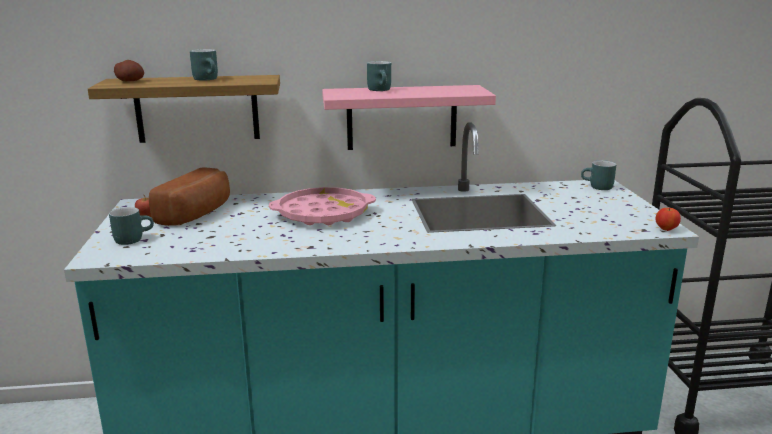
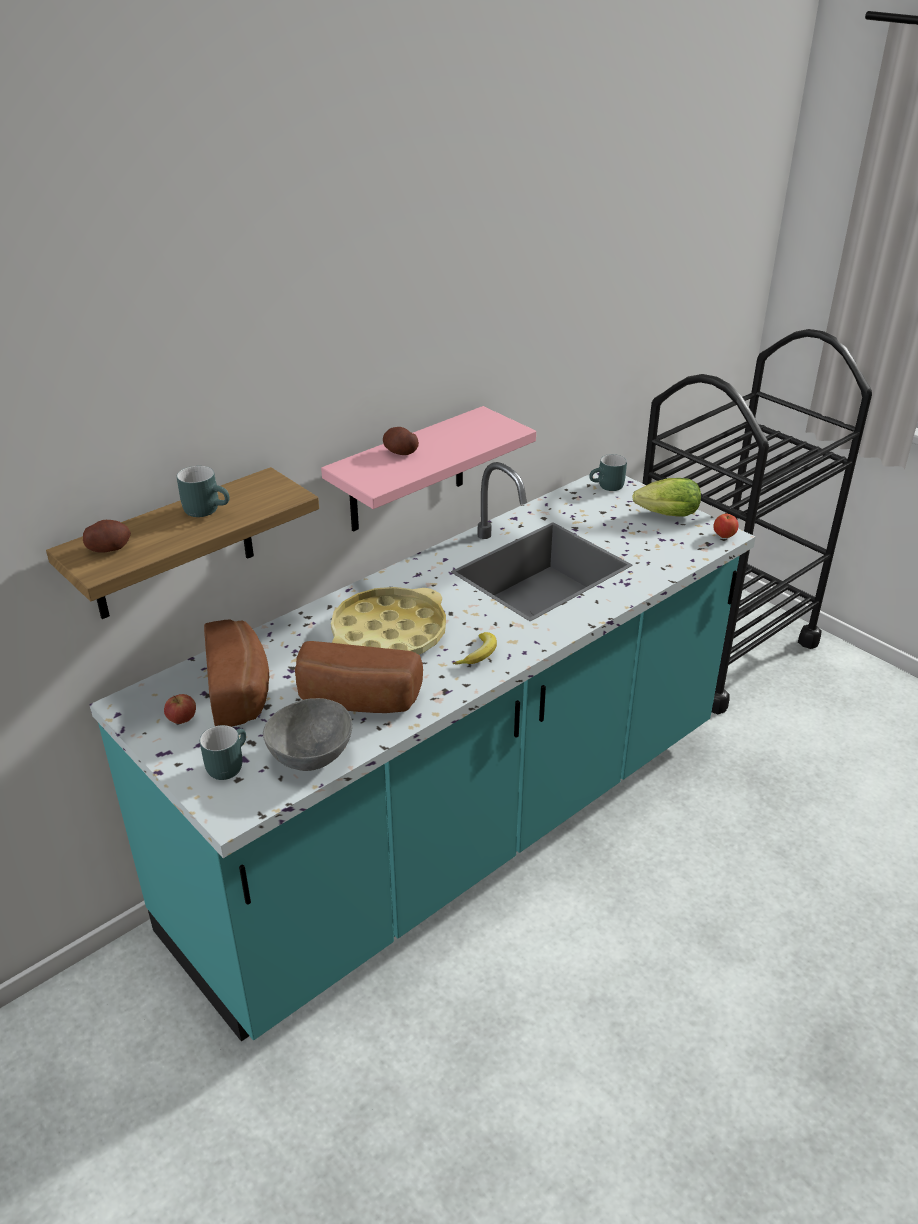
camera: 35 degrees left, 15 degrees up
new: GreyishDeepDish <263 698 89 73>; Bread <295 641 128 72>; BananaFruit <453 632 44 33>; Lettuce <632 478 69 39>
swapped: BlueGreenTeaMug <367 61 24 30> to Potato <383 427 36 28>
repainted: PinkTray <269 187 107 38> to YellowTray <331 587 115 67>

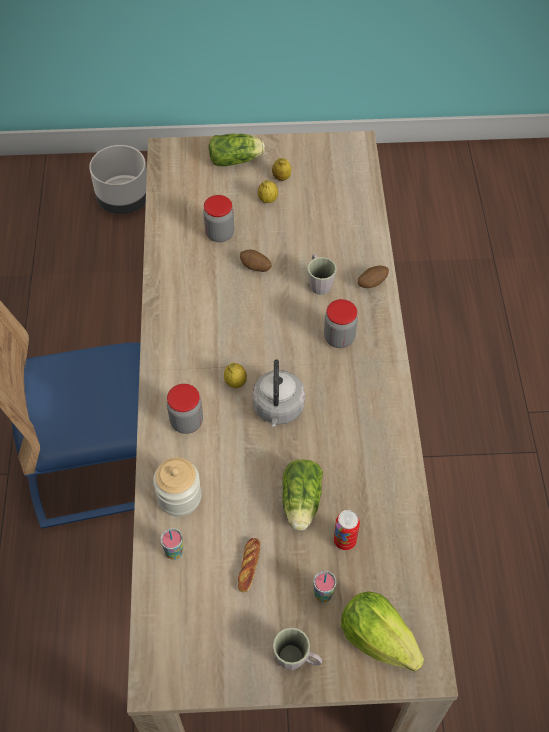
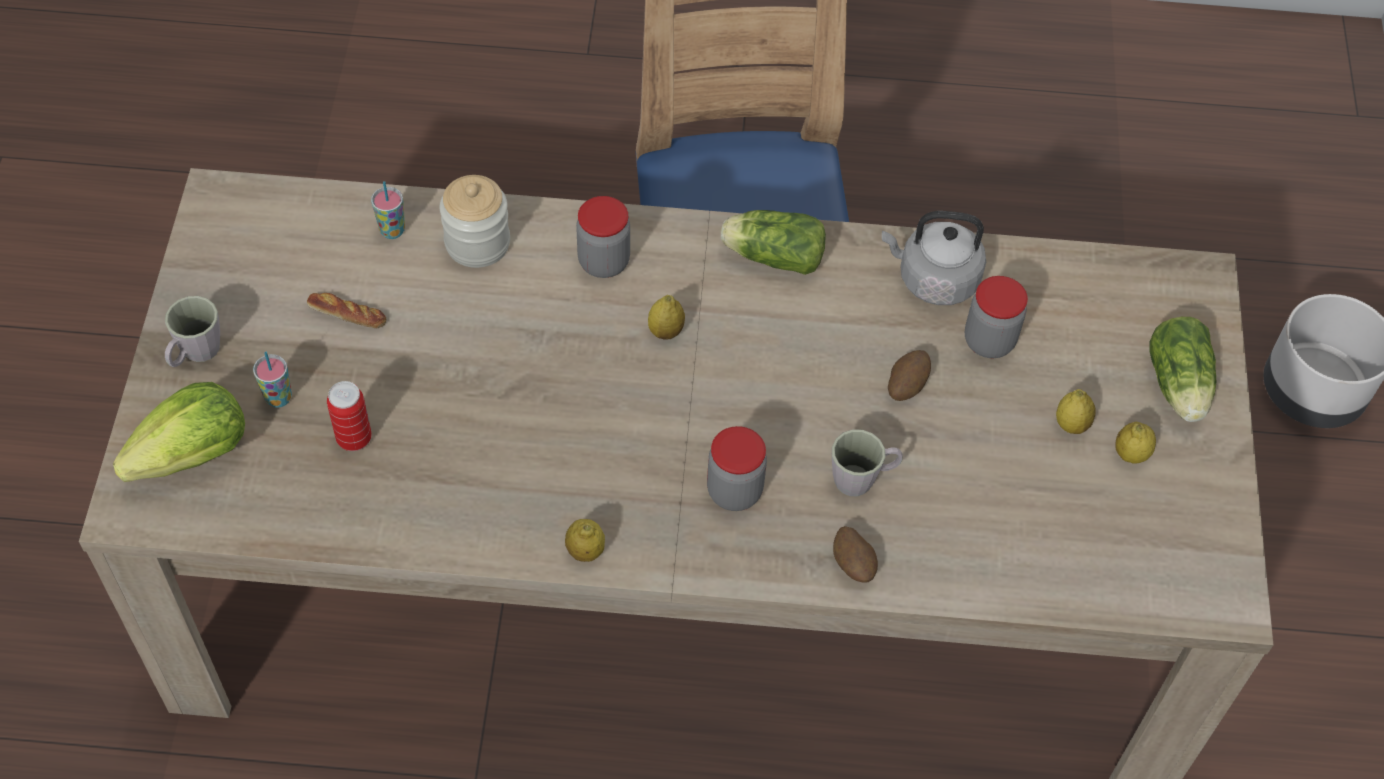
camera: 95 degrees right, 0 degrees up
new: Lemon <565 519 40 43>
shifted: GreyishTeaKettle <252 360 53 67> to <882 211 104 94>; Lettuce <283 459 40 72> to <721 210 105 65>

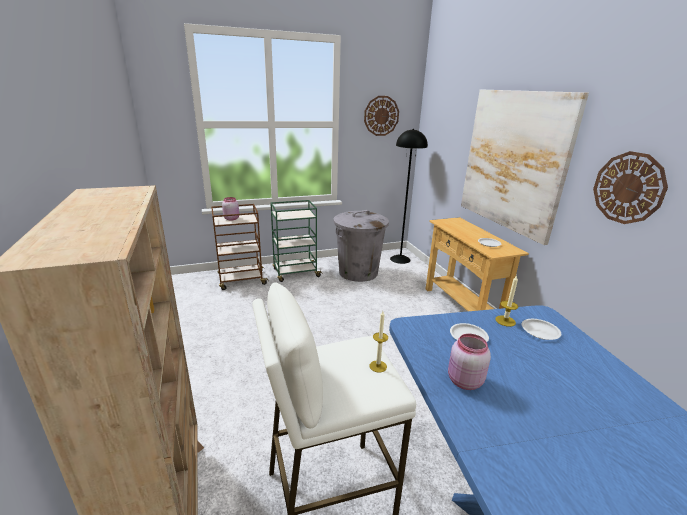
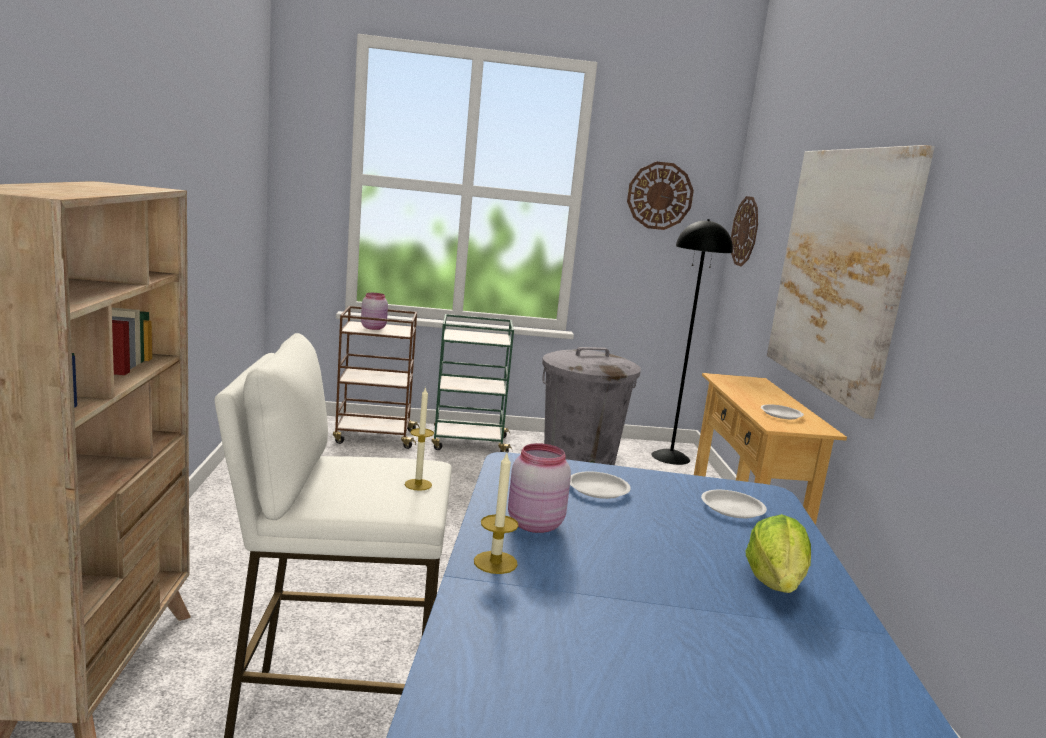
camera: 15 degrees right, 10 degrees down
new: Lettuce <746 514 65 79>
shifted: WaxLight <495 275 23 52> to <474 453 45 121>; HangingClock <593 151 75 73> to <731 196 27 71>

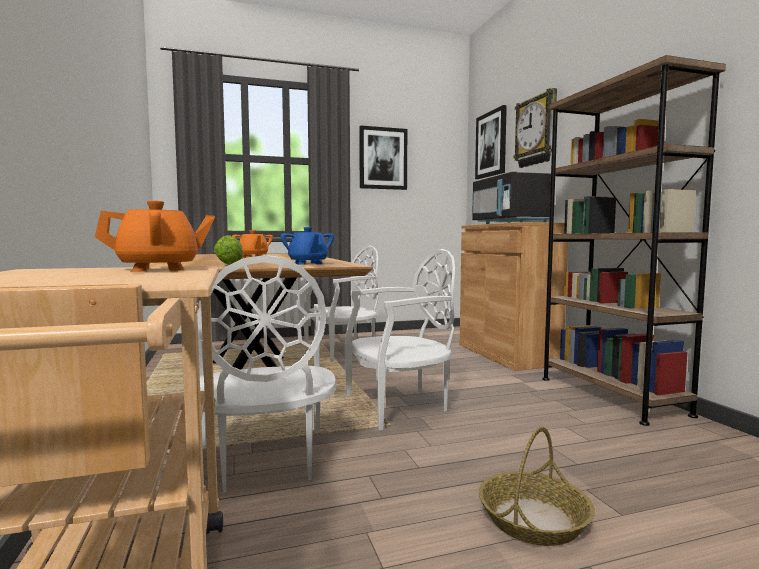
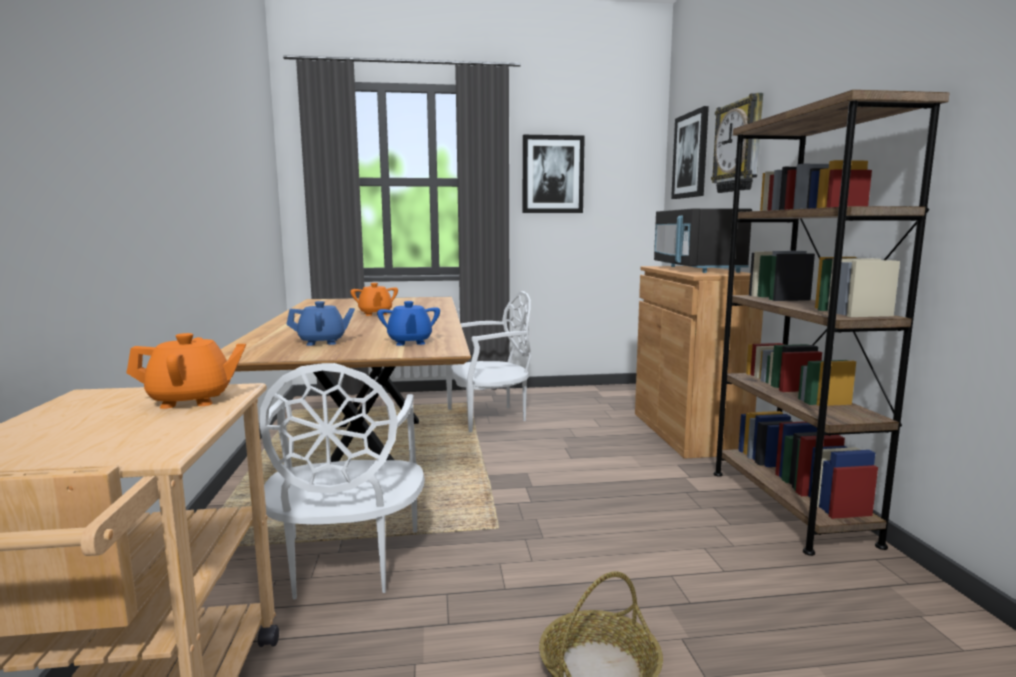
camera: 10 degrees right, 5 degrees up
gone: WhitishPlainChair <344 249 111 181>
swapped: Lettuce <214 235 29 30> to BluishPotForTea <286 301 69 45>

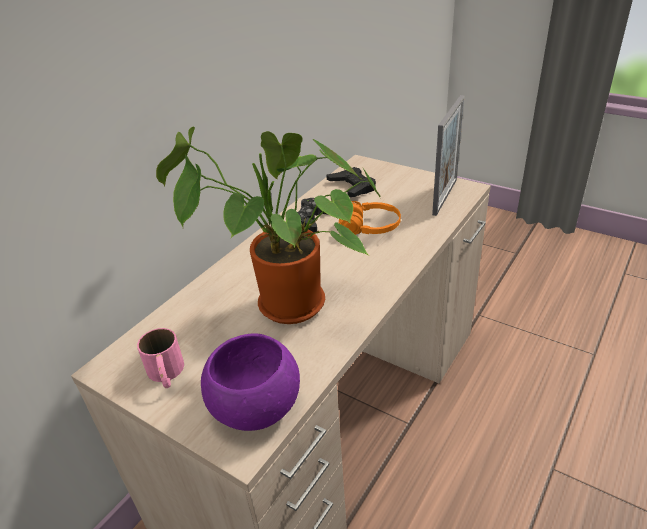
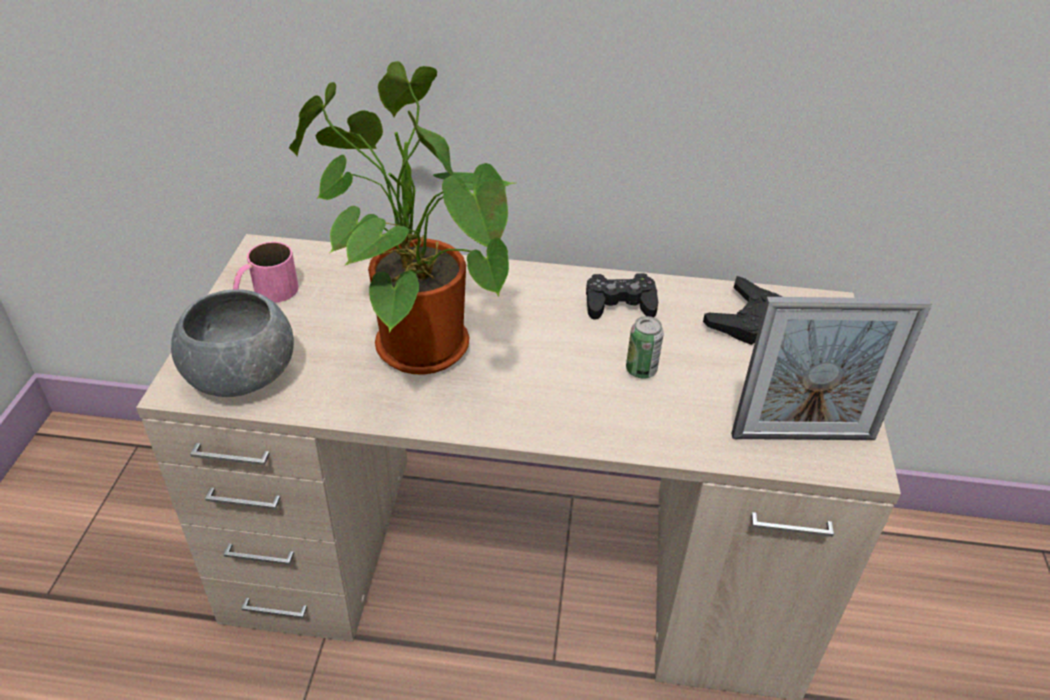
camera: 60 degrees right, 5 degrees up
swapped: OrangeHeadset <339 201 62 34> to SealedCan <626 316 38 63>
repainted: PurpleColouredDeepDish <201 333 99 98> to GreyishDeepDish <171 289 123 108>

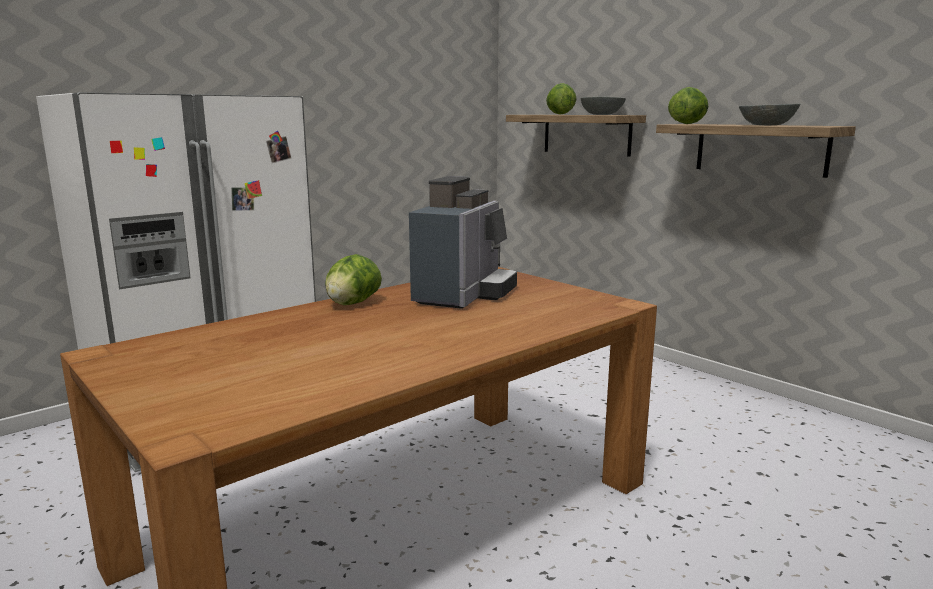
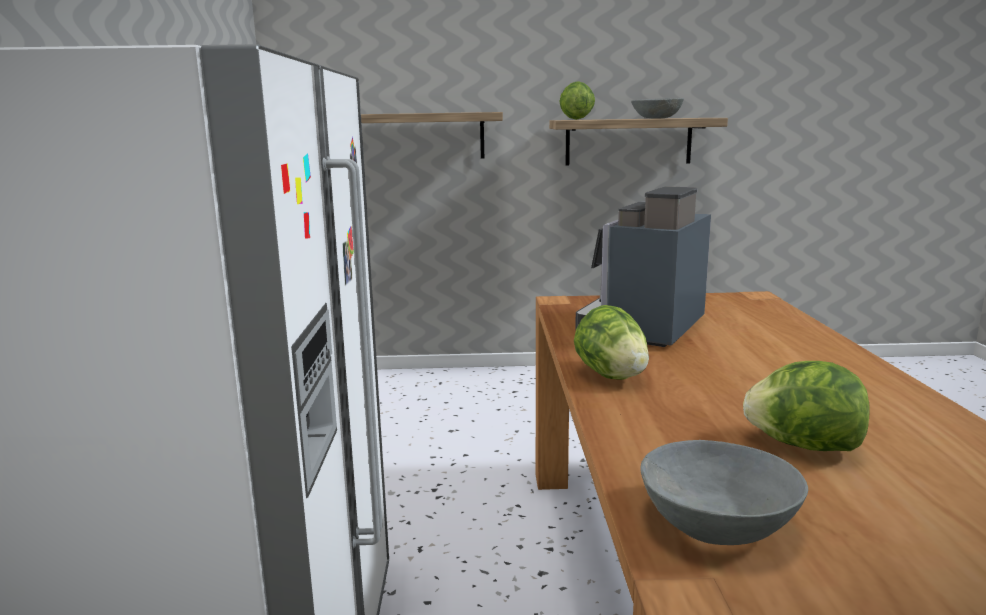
camera: 50 degrees left, 0 degrees up
shifted: Lettuce <546 83 30 32> to <743 361 127 90>; GreyishDeepDish <581 97 45 18> to <640 440 168 105>
rotated: CoffeeBrewer <409 176 108 133> = <575 186 136 161> 120 degrees counterclockwise

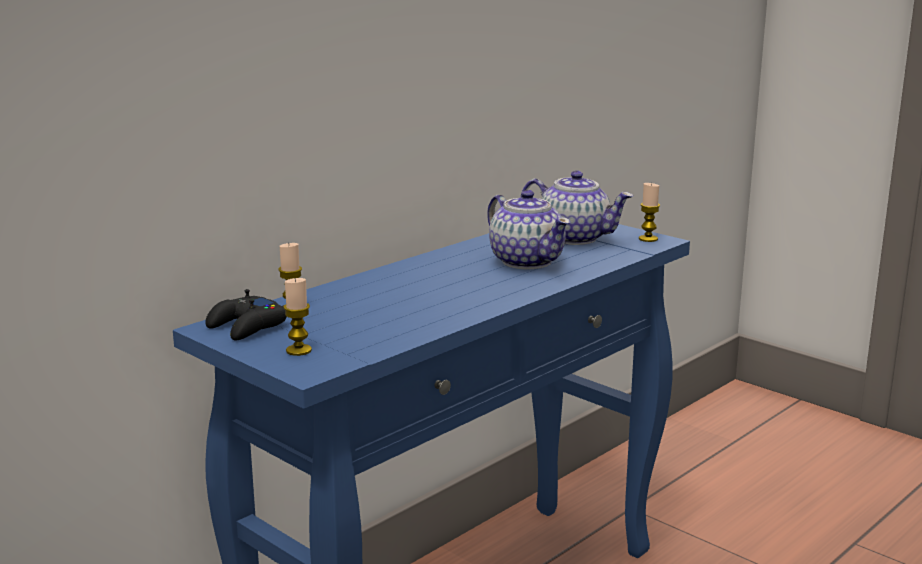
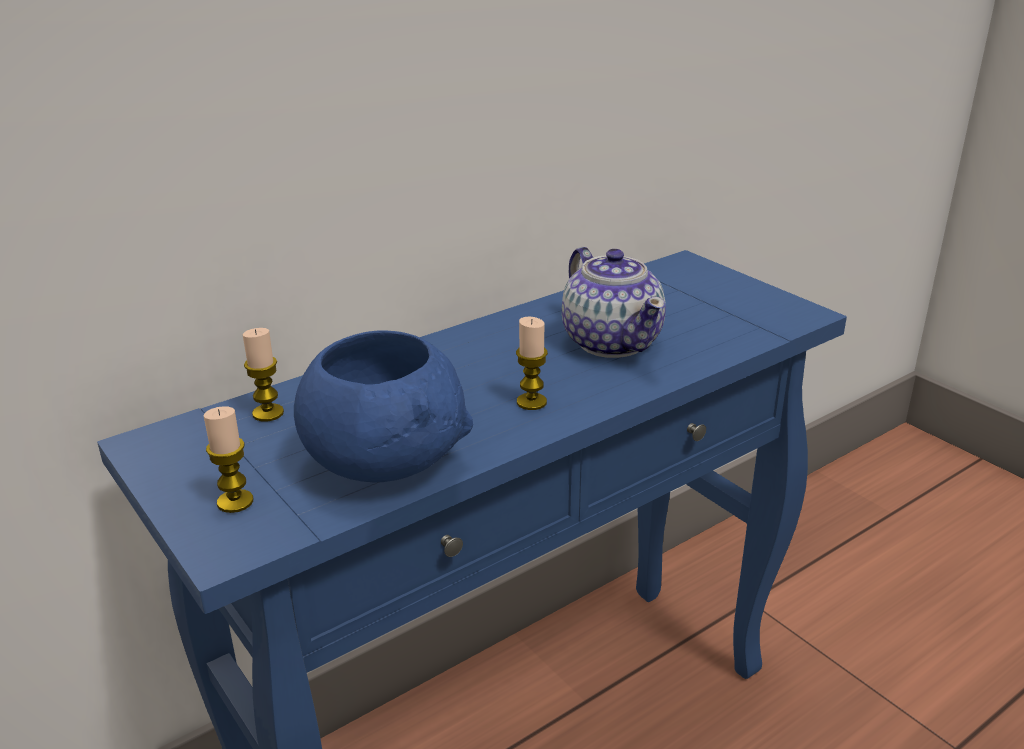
camera: 10 degrees right, 10 degrees up
gone: BlackishGamepad <205 289 82 51>; PotForTea <520 171 114 74>
new: BluishDeepDish <294 330 179 152>
shifted: WaxLight <639 183 21 59> to <516 317 32 93>

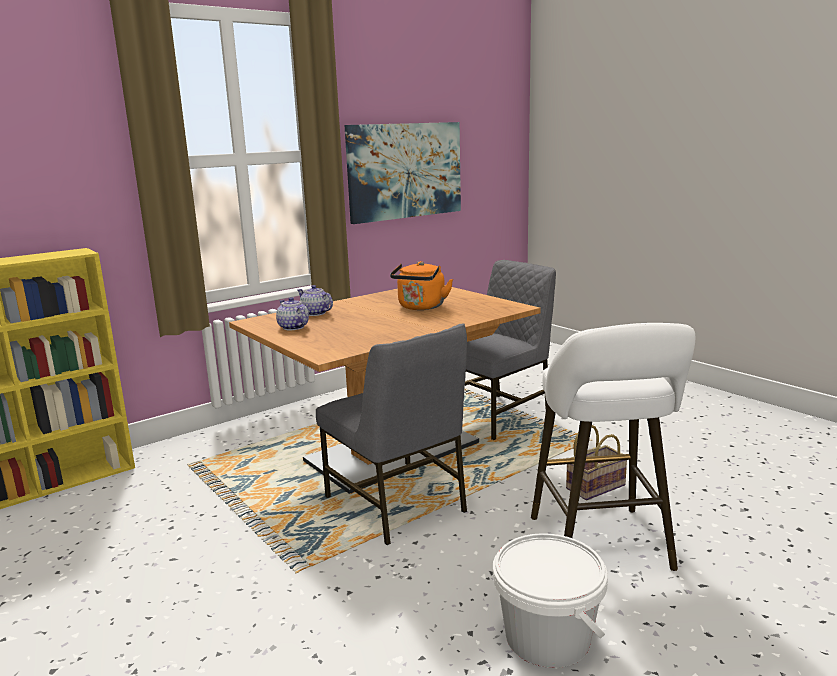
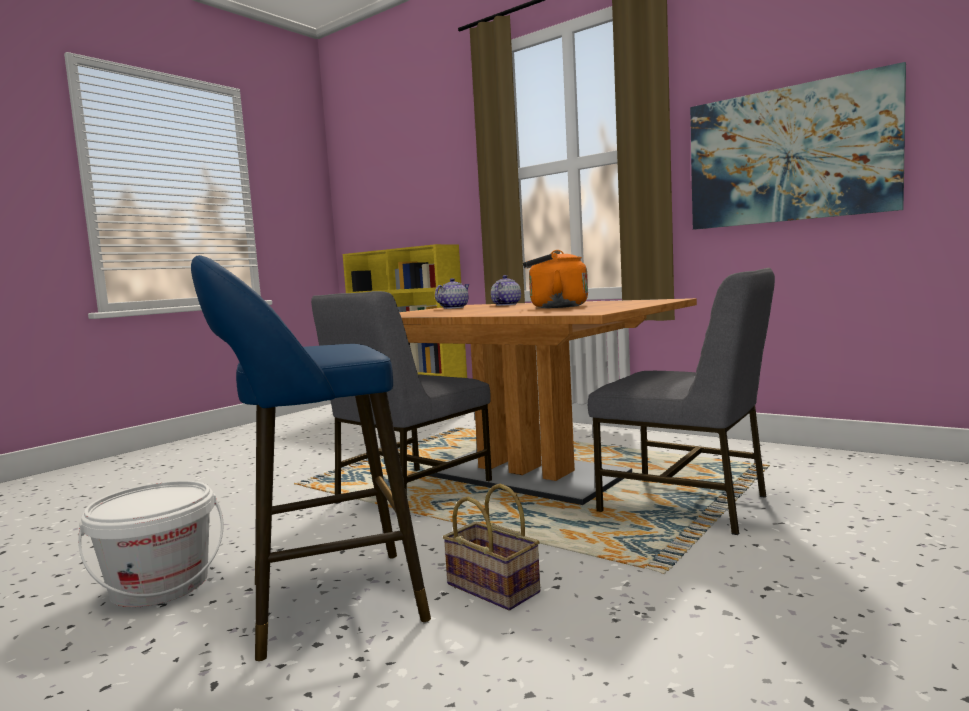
camera: 75 degrees right, 10 degrees down
repainted: WhitishStool <531 323 165 248> to BluishStool <191 255 240 406>

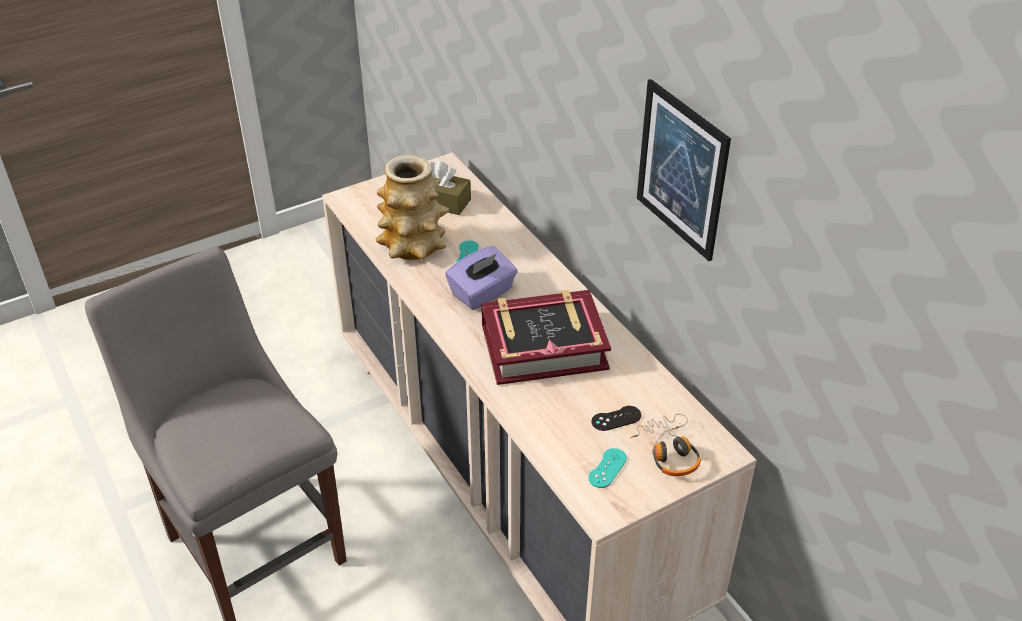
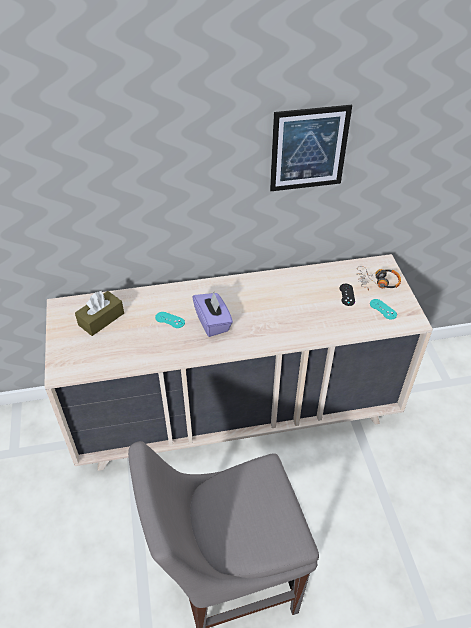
camera: 70 degrees left, 5 degrees up
gone: DecorativeVase <376 155 73 105>; Book <481 290 130 95>

